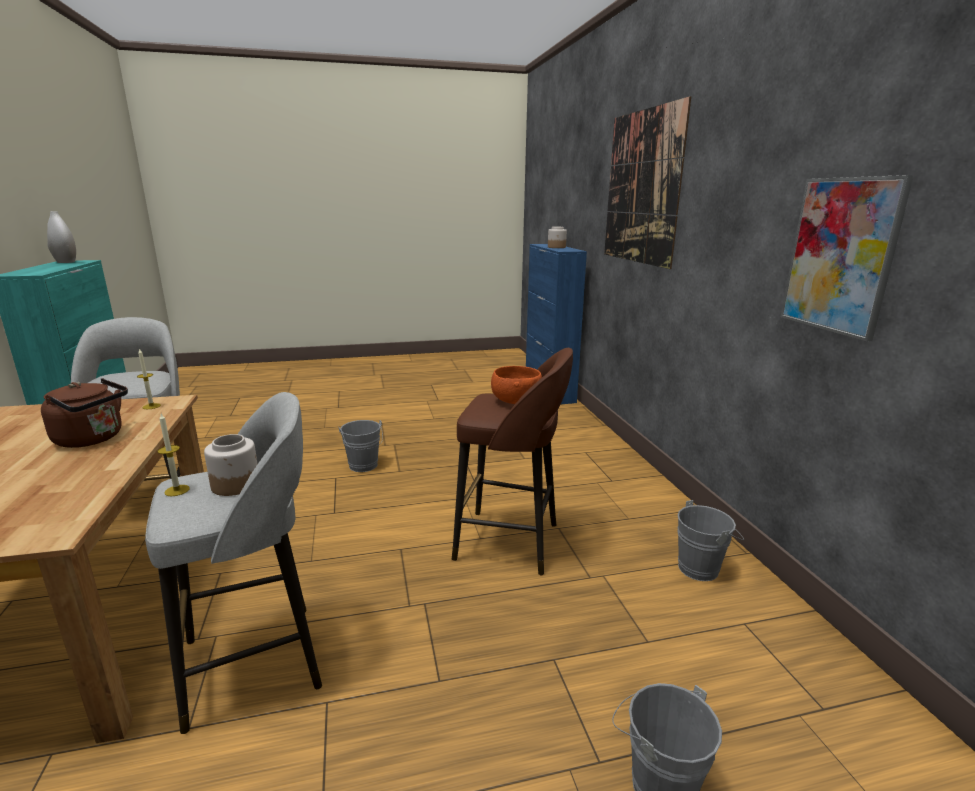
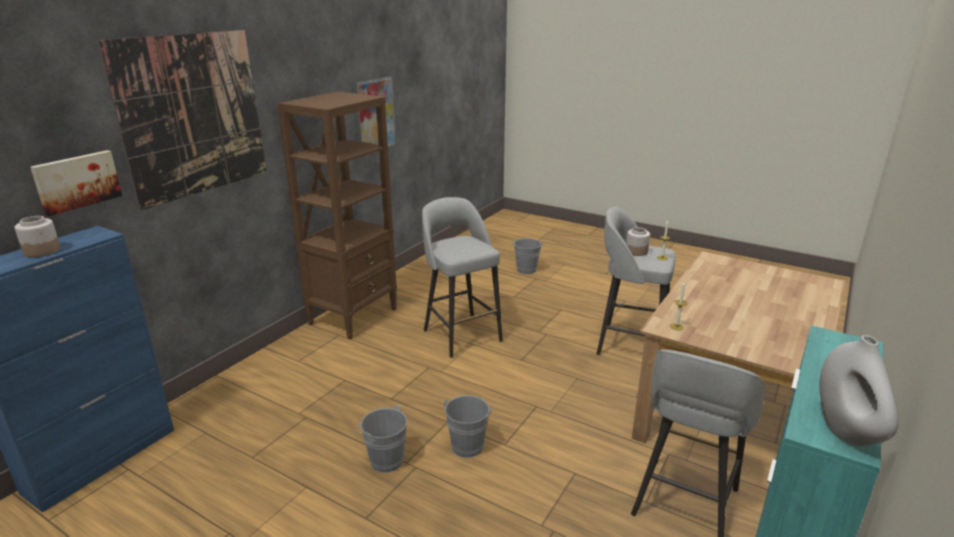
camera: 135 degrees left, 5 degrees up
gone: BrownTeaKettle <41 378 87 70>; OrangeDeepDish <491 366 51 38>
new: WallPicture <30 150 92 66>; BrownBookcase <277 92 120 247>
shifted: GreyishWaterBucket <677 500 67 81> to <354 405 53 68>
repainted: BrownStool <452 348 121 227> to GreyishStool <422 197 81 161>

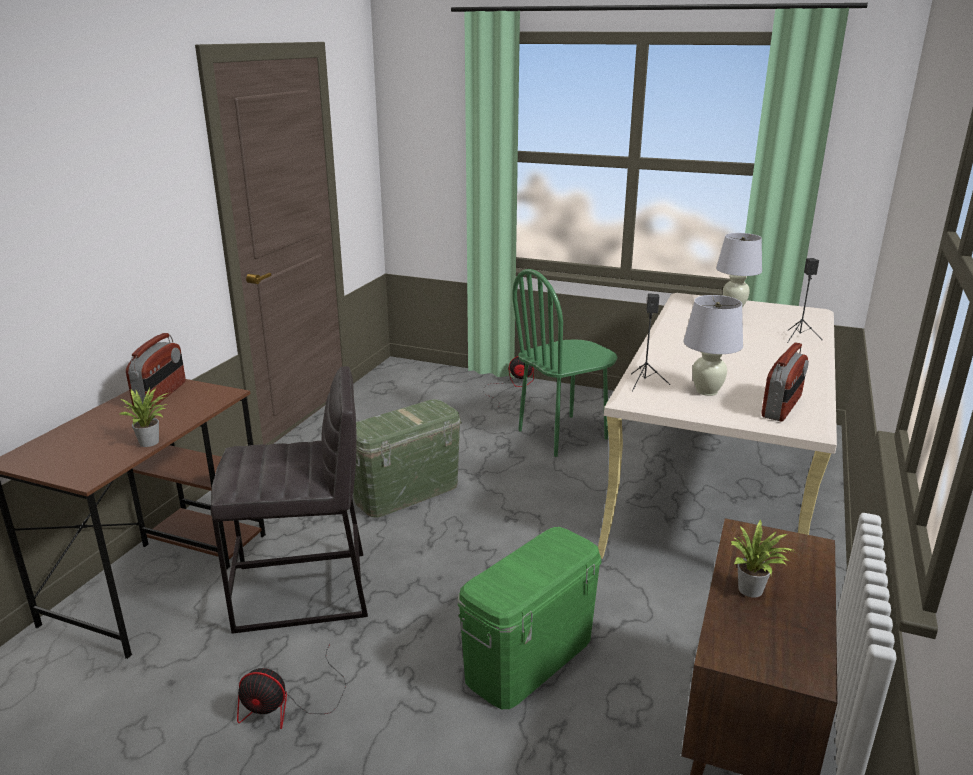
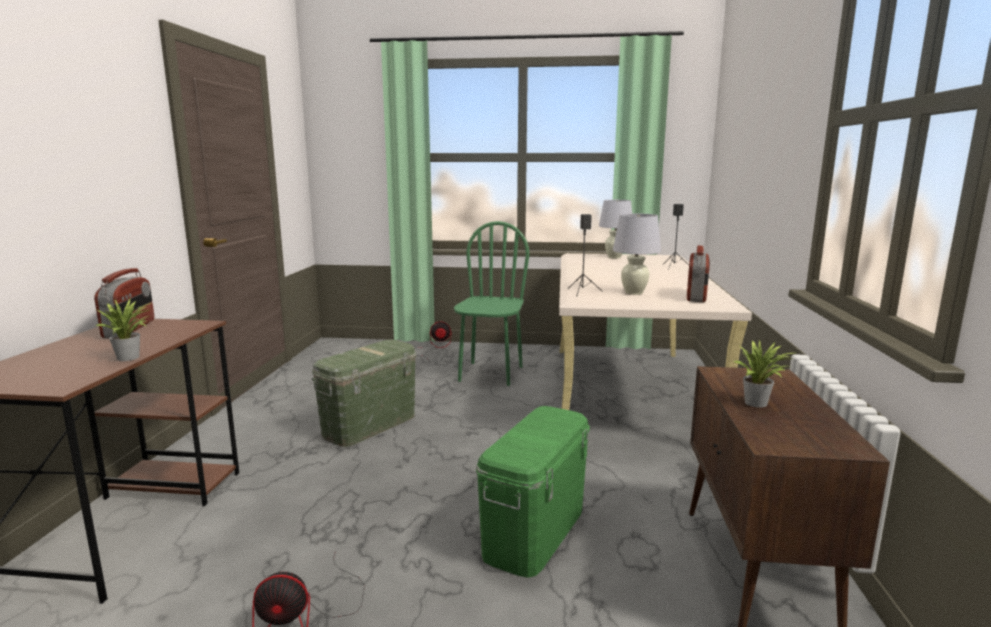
camera: 15 degrees left, 10 degrees down
gone: GreyishStool <211 366 157 268>
rotated: GreenPlainChair <512 269 106 188> = <454 221 75 165> 150 degrees clockwise

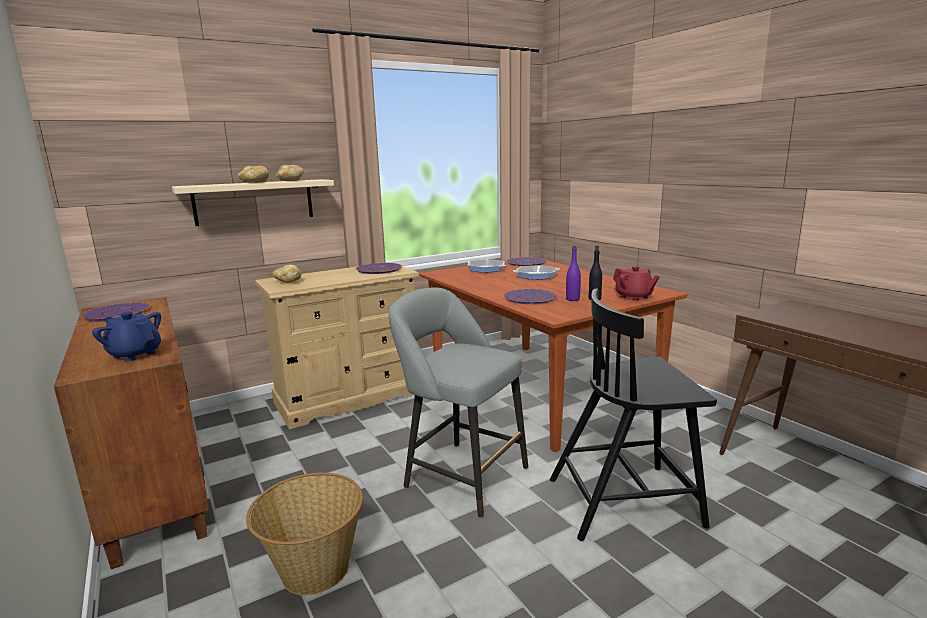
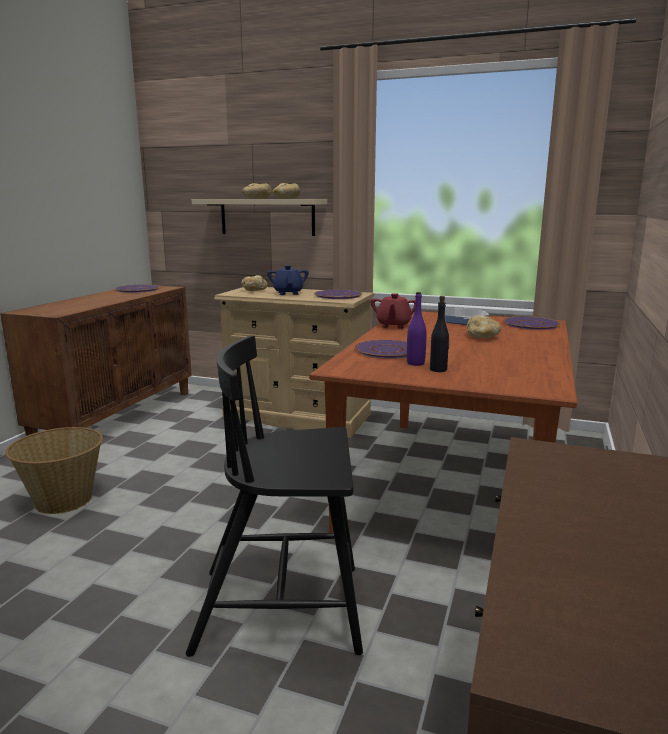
camera: 50 degrees right, 0 degrees up
gone: GreyishStool <388 287 140 231>
shifted: BluishPotForTea <92 312 69 50> to <267 265 42 30>; RedColouredPotForTea <613 266 47 35> to <370 293 45 36>
swapped: Skillet <513 265 47 15> to Bread <467 315 34 23>
rotated: BlackishPlainChair <550 289 167 252> = <186 336 177 321> 45 degrees counterclockwise

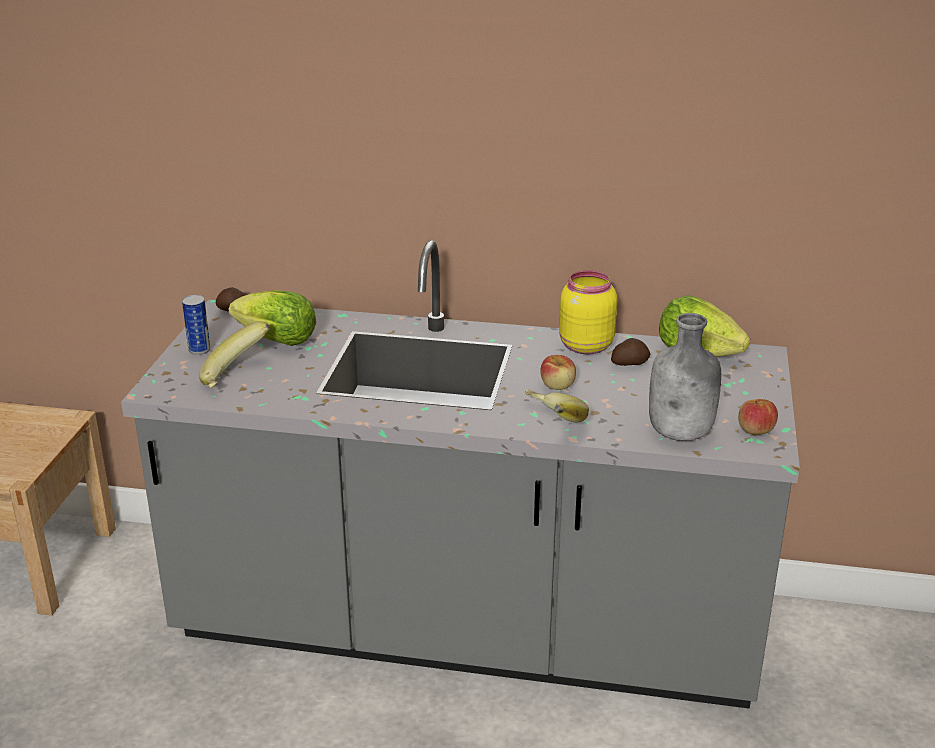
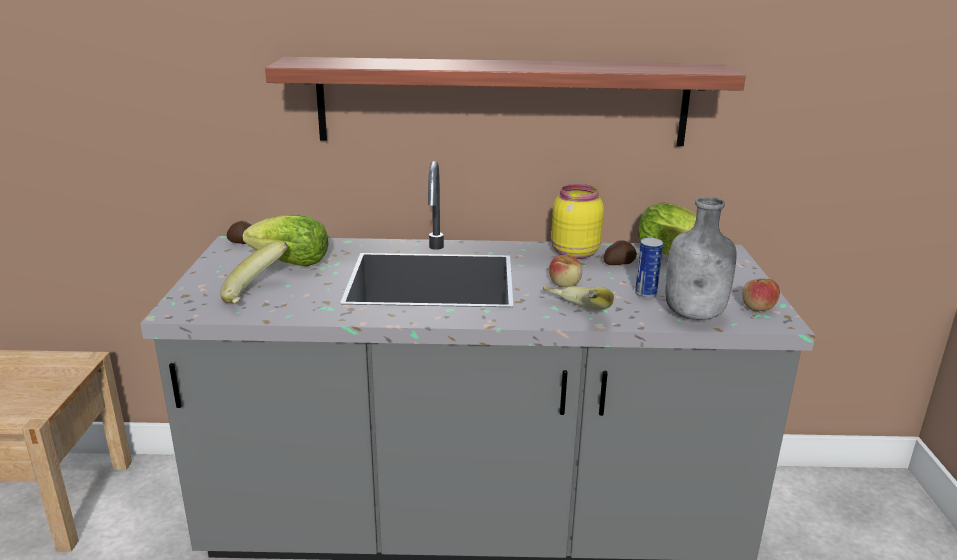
camera: 10 degrees left, 5 degrees down
new: BracketShelf <265 57 481 89>
shifted: SealedCan <182 295 28 60> to <635 238 28 60>

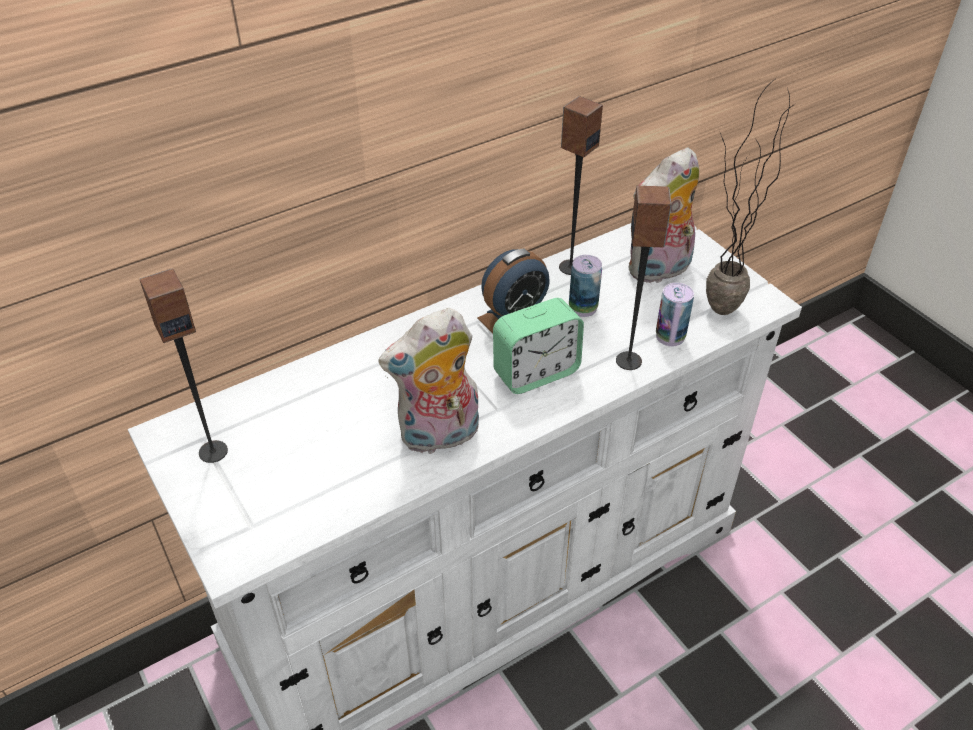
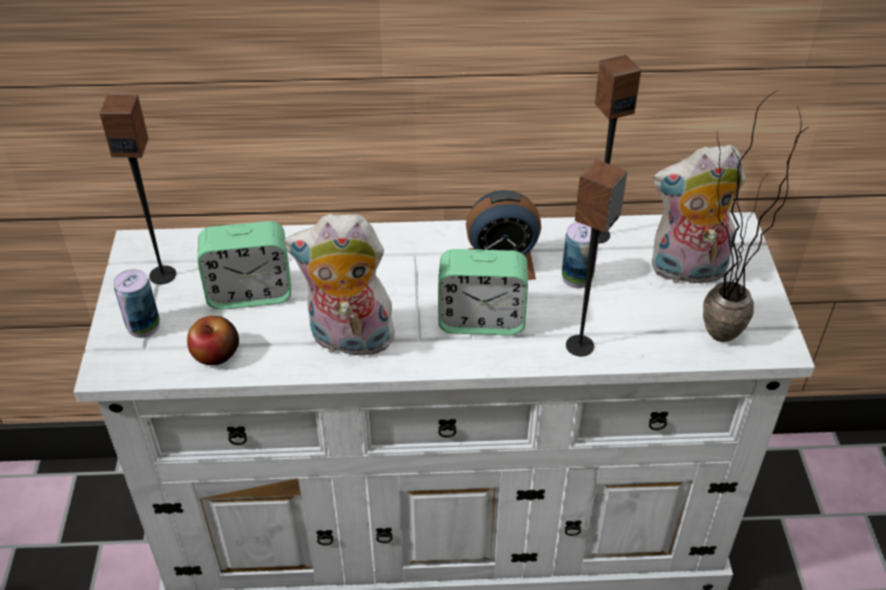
camera: 30 degrees right, 0 degrees up
new: WholeApple <187 316 52 49>; AlarmClock <197 221 94 89>
shifted: SealedCan <656 283 38 64> to <113 269 47 69>

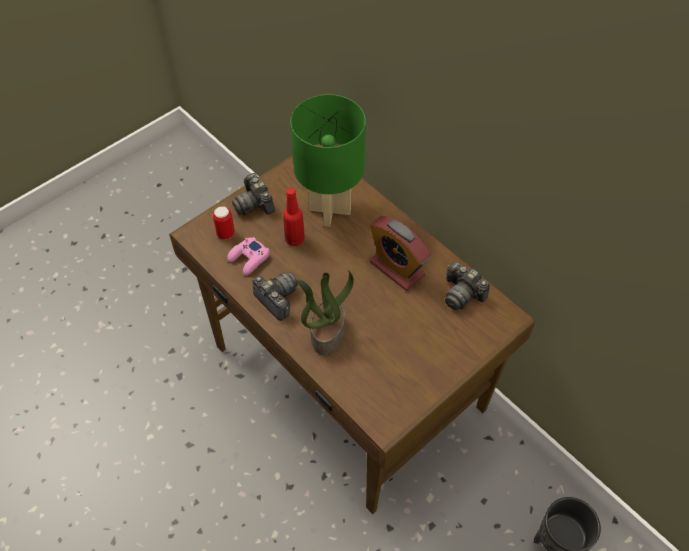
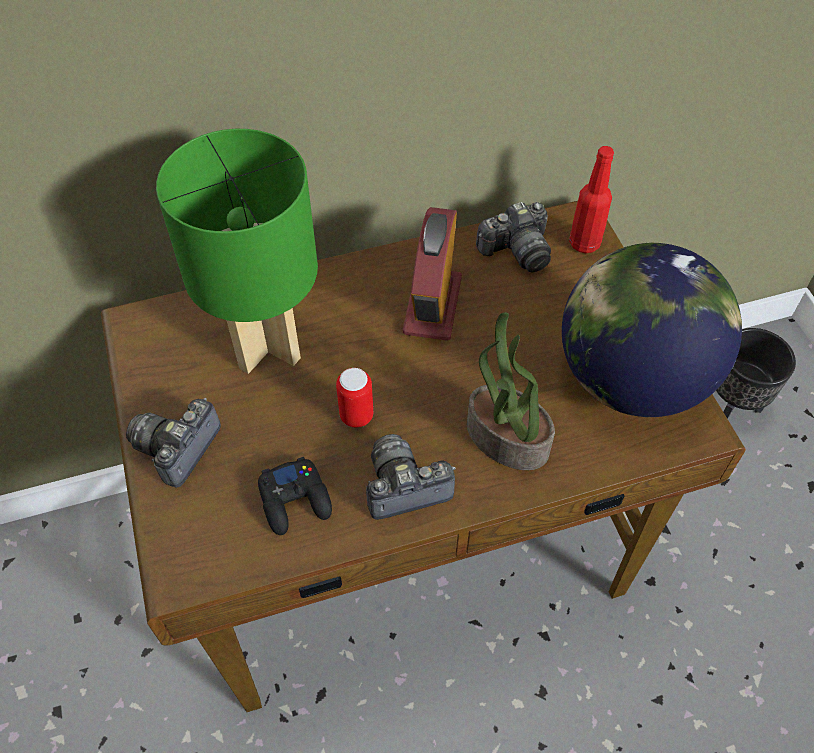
camera: 65 degrees left, 0 degrees up
new: DeskGlobe <562 243 180 174>
shifted: SealedCan <213 206 22 34> to <336 368 37 60>; RedColouredBottle <283 188 22 58> to <569 146 45 107>
repainted: PinkGamepad <227 237 43 38> to BlackishGamepad <258 457 74 78>
rotated: StillCamera <232 173 43 42> = <126 398 95 90> 120 degrees clockwise; AlarmClock <370 216 61 75> = <403 207 59 134> 120 degrees clockwise

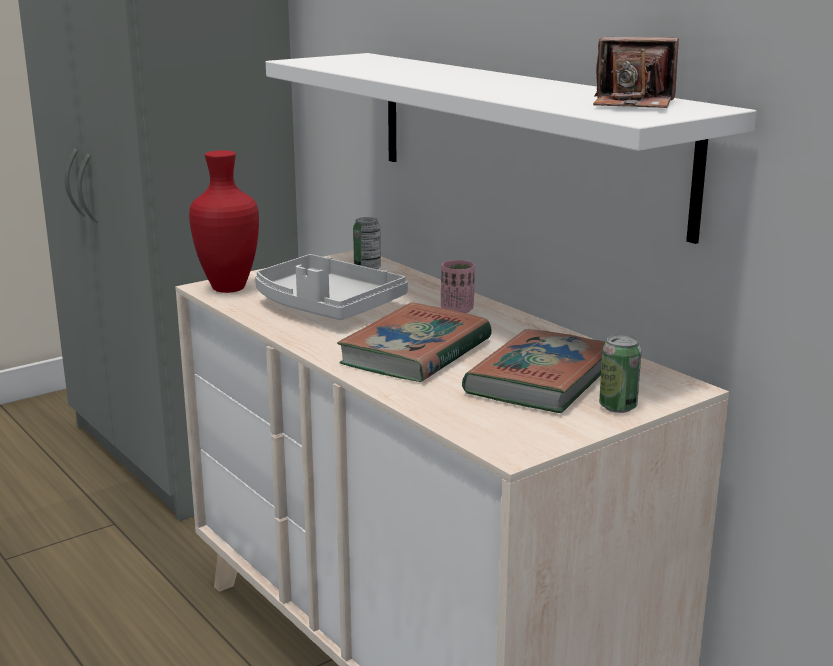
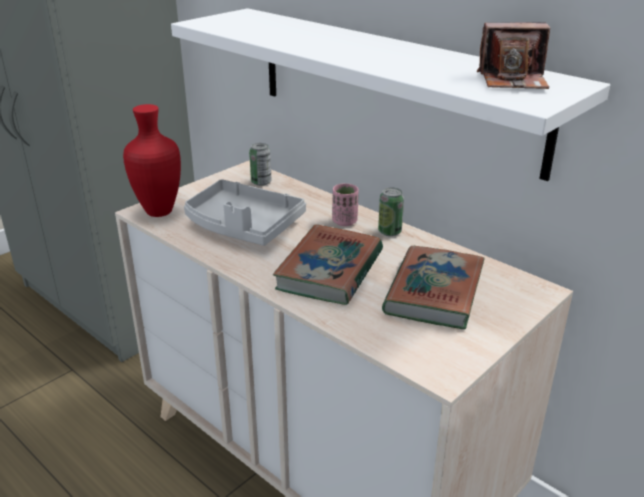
camera: 10 degrees left, 10 degrees up
shifted: SealedCan <599 335 43 78> to <378 188 26 48>

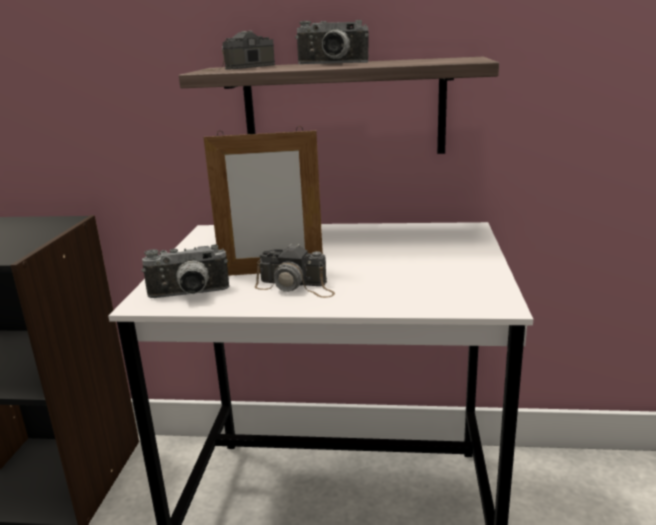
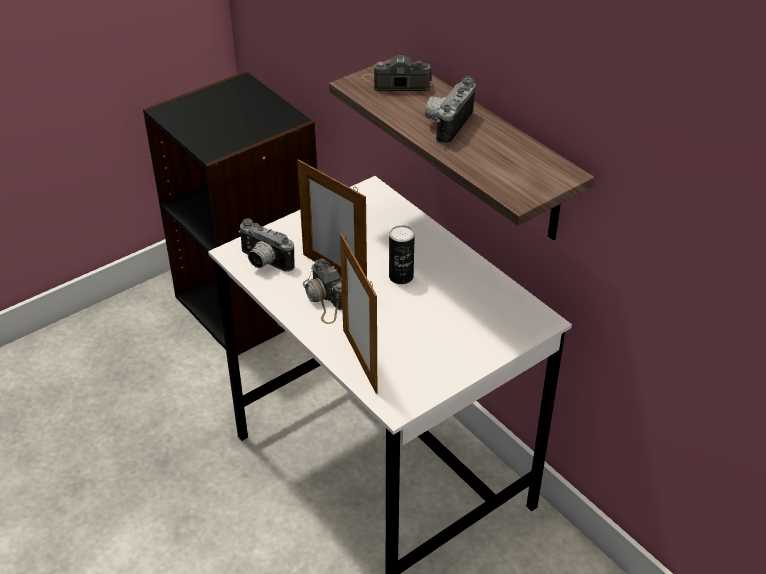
camera: 45 degrees right, 20 degrees up
new: PhotoFrame <340 233 37 161>; SealedCan <389 225 26 59>
rotated: StillCamera <295 20 74 44> = <425 76 51 69> 60 degrees clockwise

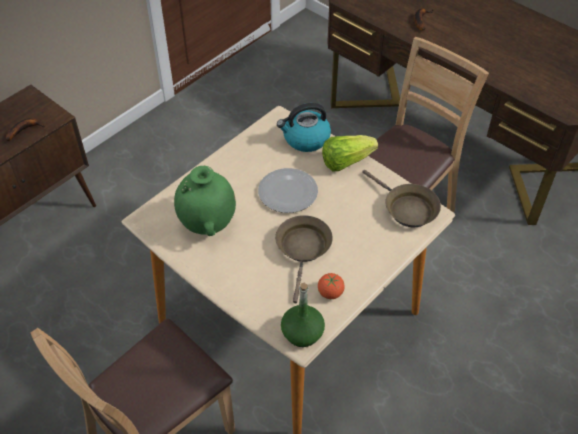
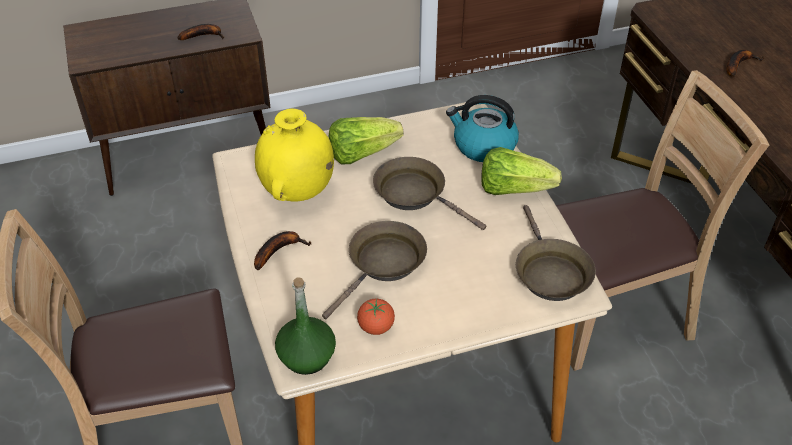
camera: 30 degrees right, 5 degrees down
new: BananaFruit <254 231 57 39>; Lettuce <328 117 75 47>
swapped: DinnerPlate <258 168 60 45> to BrownSkillet <373 157 114 73>
repainted: GreenDecorativeVase <174 166 62 70> to YellowDecorativeVase <255 108 79 94>

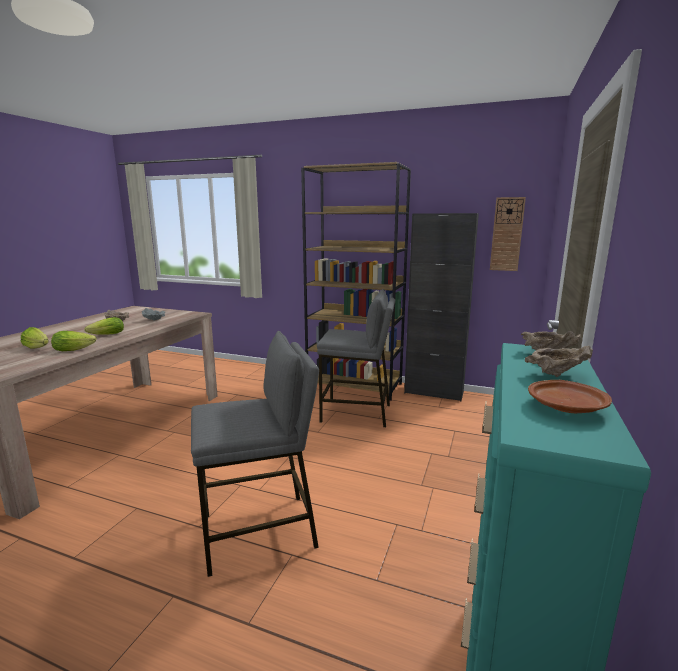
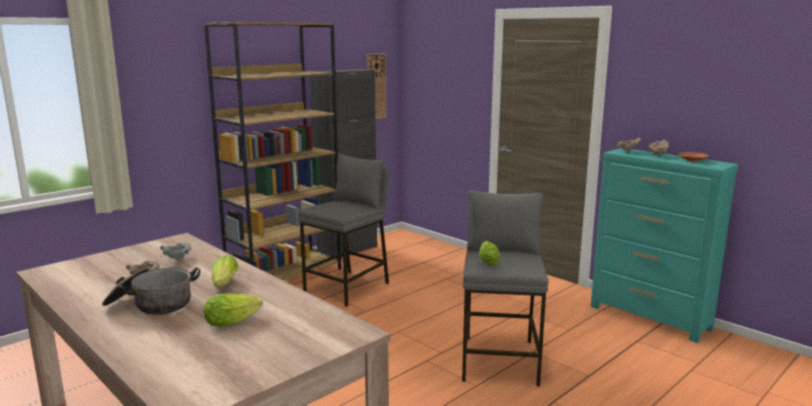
camera: 65 degrees left, 0 degrees up
new: Saucepot <102 267 98 48>
shifted: Lettuce <51 331 46 20> to <479 241 21 25>

